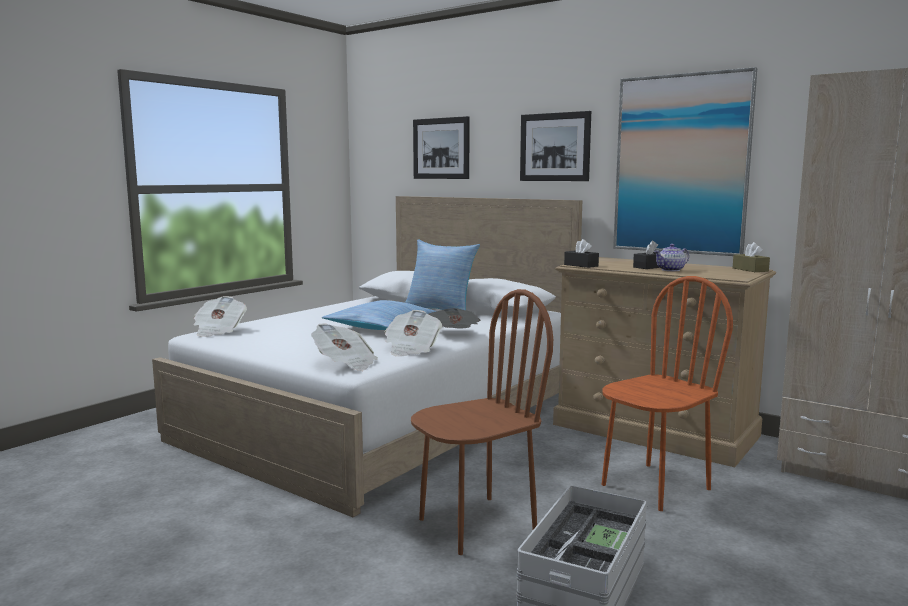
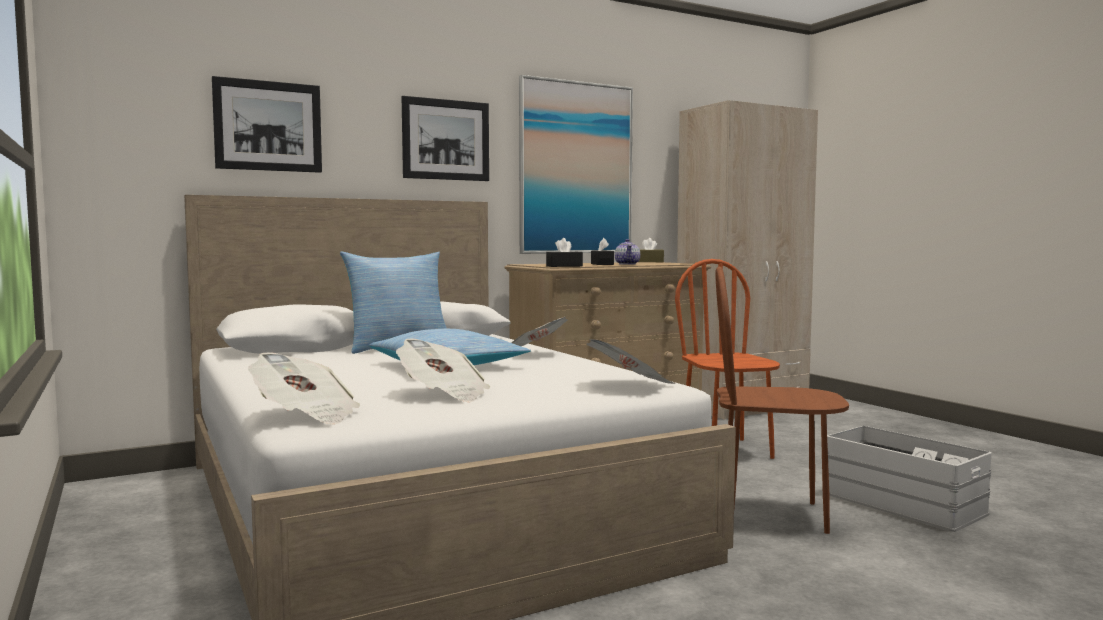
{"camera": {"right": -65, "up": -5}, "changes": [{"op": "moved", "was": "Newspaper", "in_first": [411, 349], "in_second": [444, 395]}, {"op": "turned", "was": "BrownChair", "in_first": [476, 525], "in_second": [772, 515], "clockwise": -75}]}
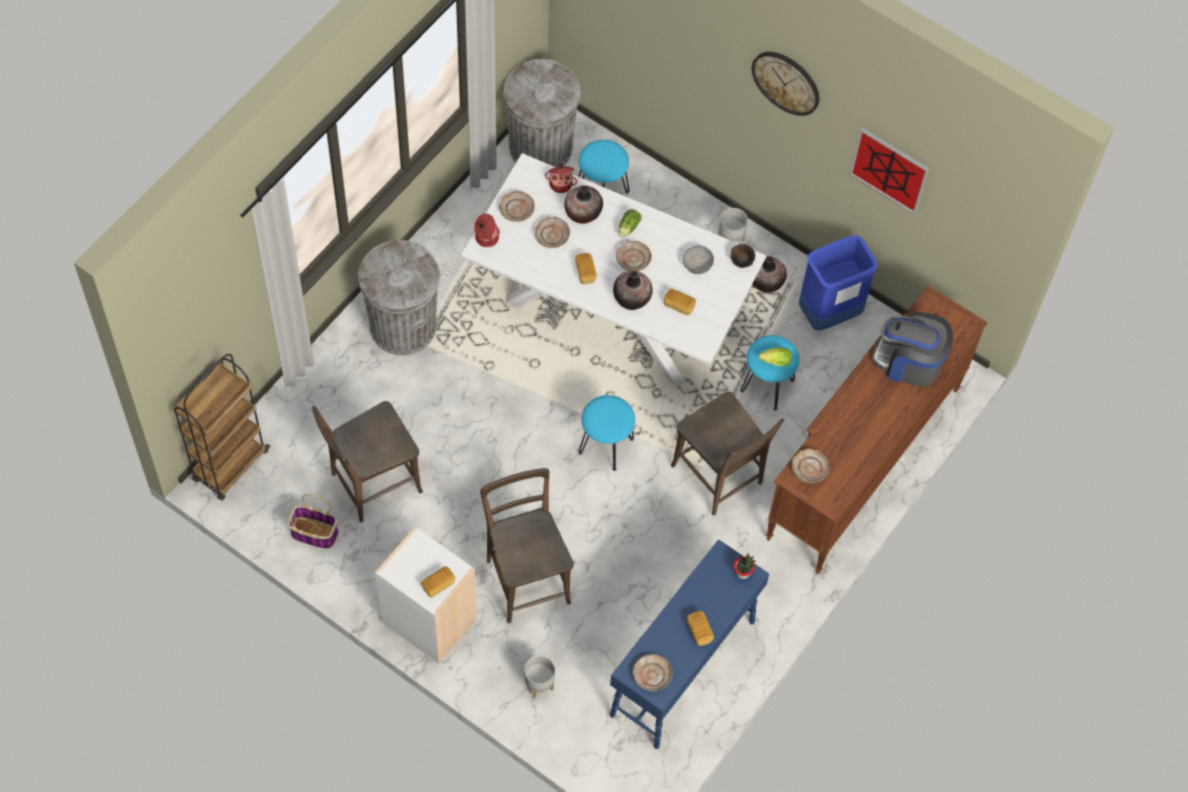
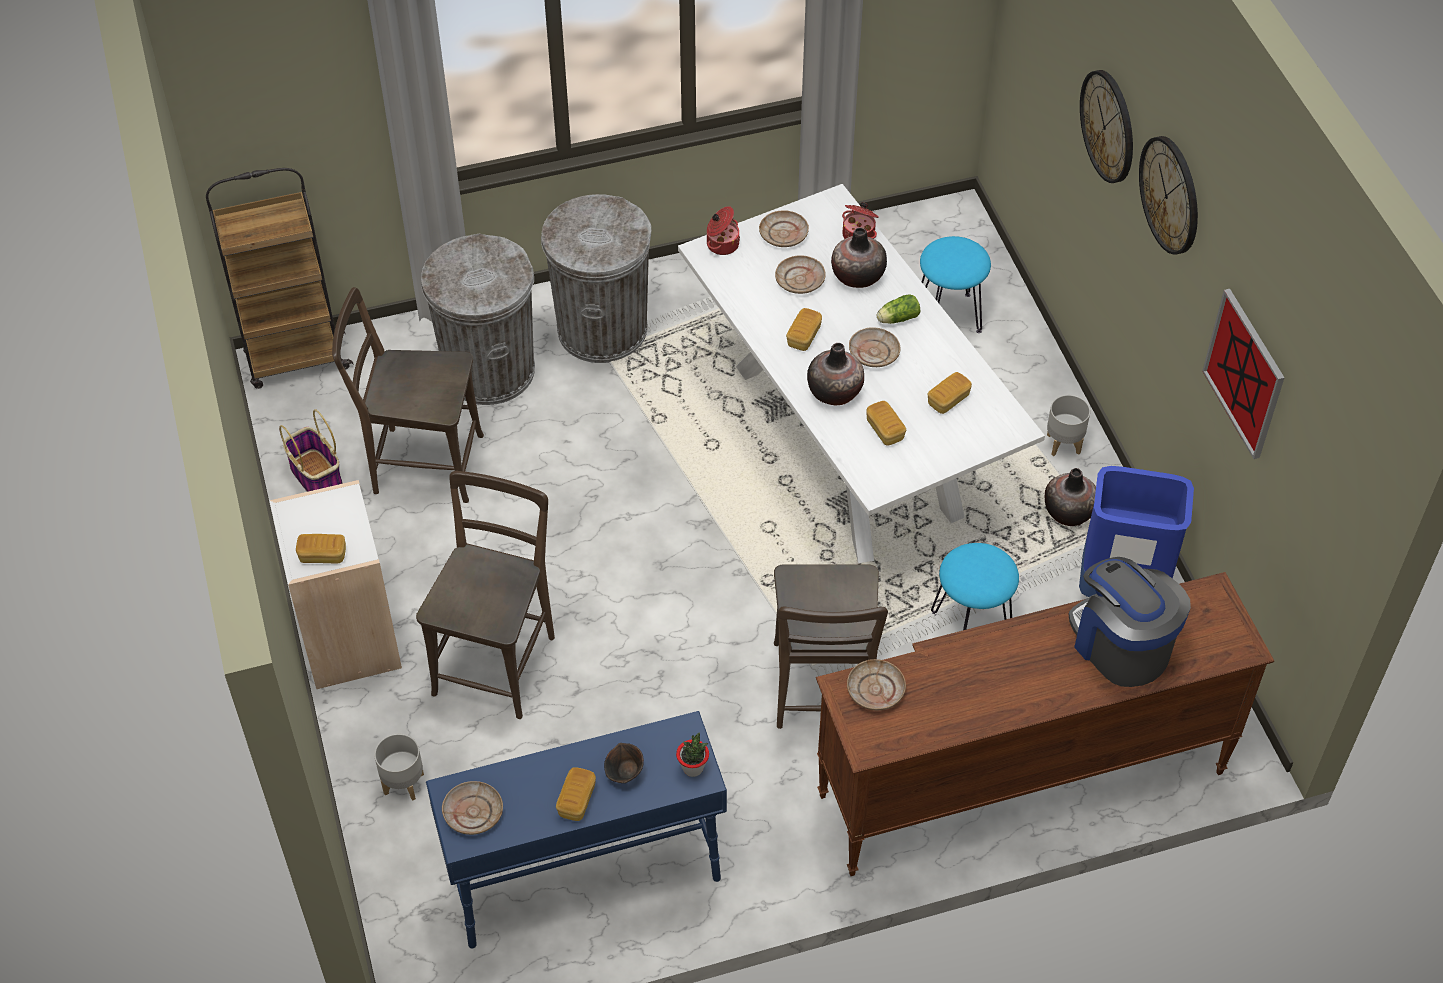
{"camera": {"right": 40, "up": -10}, "changes": [{"op": "removed", "was": "TurquoiseStool", "in_first": [605, 446]}, {"op": "removed", "was": "Lettuce", "in_first": [773, 361]}, {"op": "added", "now": "WallClock", "in_second": [1108, 126]}, {"op": "moved", "was": "GreyTrashCan", "in_first": [540, 147], "in_second": [488, 370]}, {"op": "moved", "was": "BrownBowl", "in_first": [742, 261], "in_second": [625, 773]}, {"op": "replaced", "was": "GreyBowl", "now": "Bread", "in_first": [698, 264], "in_second": [948, 400]}]}
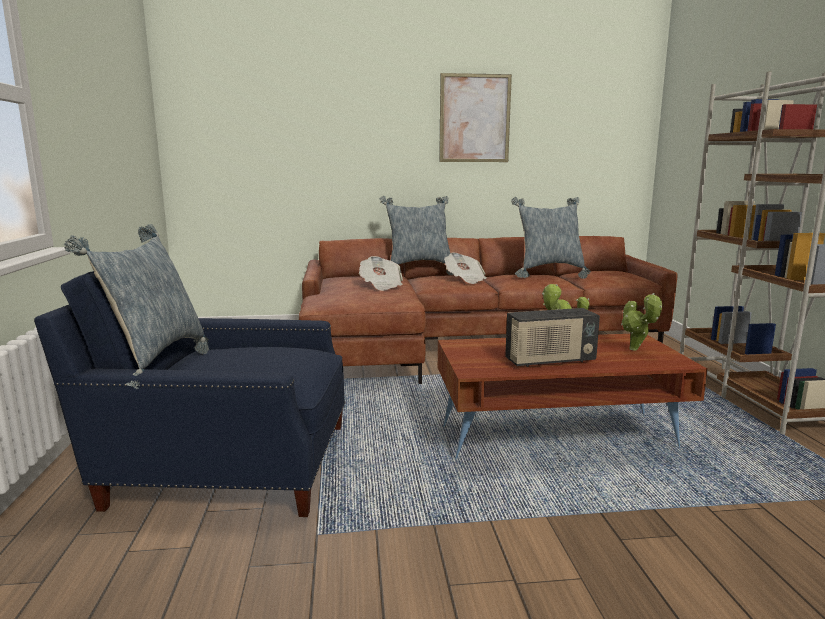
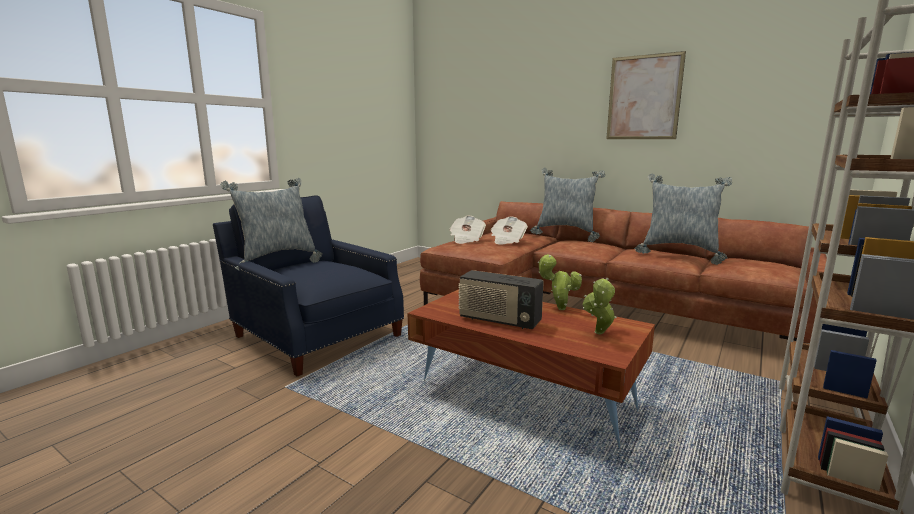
{"camera": {"right": 40, "up": 0}, "changes": [{"op": "moved", "was": "Newspaper", "in_first": [465, 280], "in_second": [466, 240]}]}
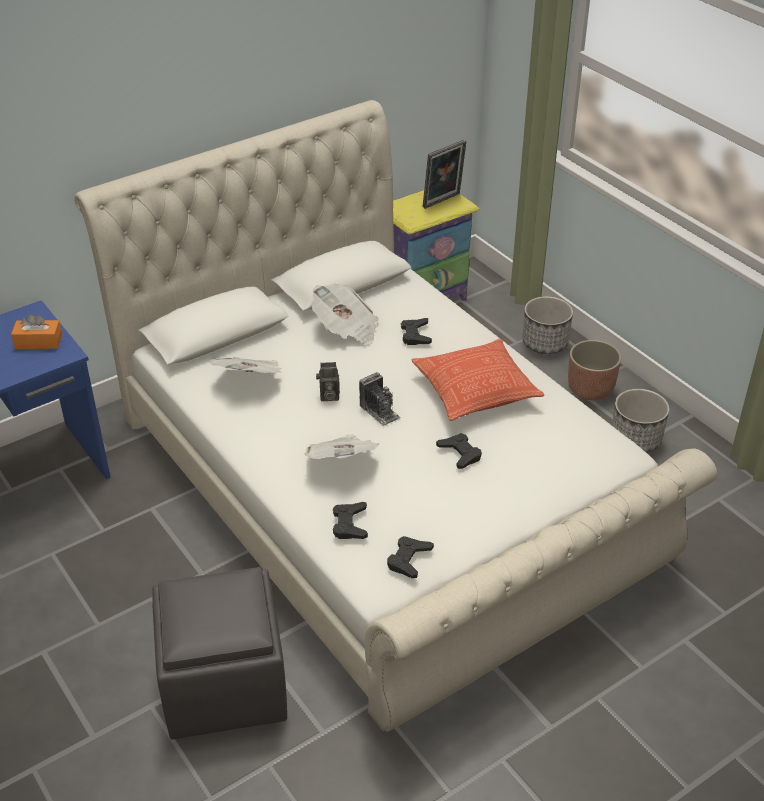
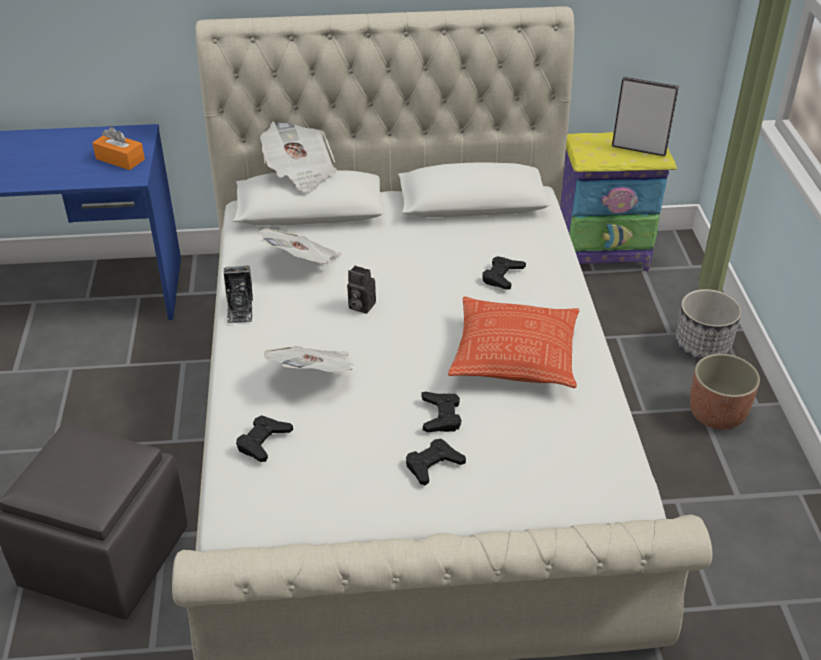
{"camera": {"right": 30, "up": 0}, "changes": [{"op": "removed", "was": "Planter", "in_first": [636, 439]}, {"op": "moved", "was": "Newspaper", "in_first": [346, 329], "in_second": [300, 172]}, {"op": "moved", "was": "PhotoCamera", "in_first": [379, 411], "in_second": [240, 308]}, {"op": "moved", "was": "BlackGameController", "in_first": [409, 560], "in_second": [433, 465]}, {"op": "turned", "was": "PictureFrame", "in_first": [443, 201], "in_second": [639, 149], "clockwise": -150}]}
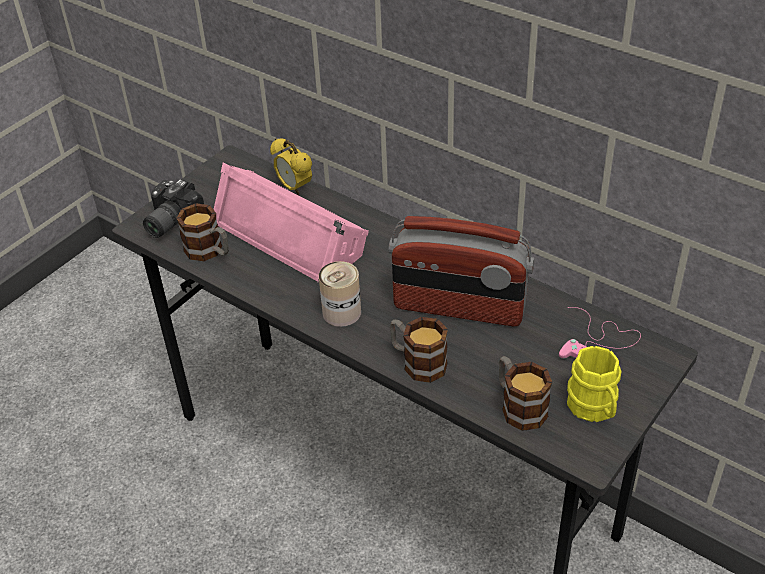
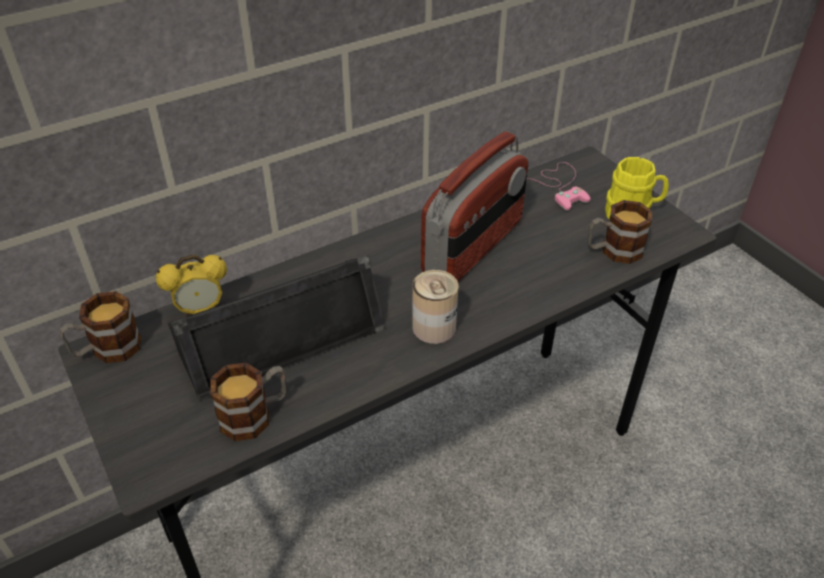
{"camera": {"right": -70, "up": 0}, "changes": [{"op": "removed", "was": "PhotoCamera", "in_first": [169, 221]}, {"op": "moved", "was": "Mug", "in_first": [417, 362], "in_second": [107, 350]}, {"op": "recoloured", "was": "PinkSpeaker", "now": "BlackSpeaker", "in_first": [290, 234], "in_second": [280, 334]}]}
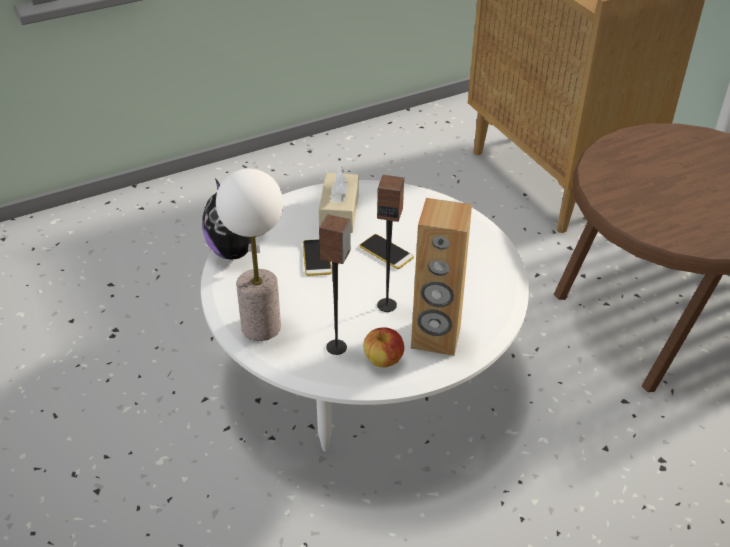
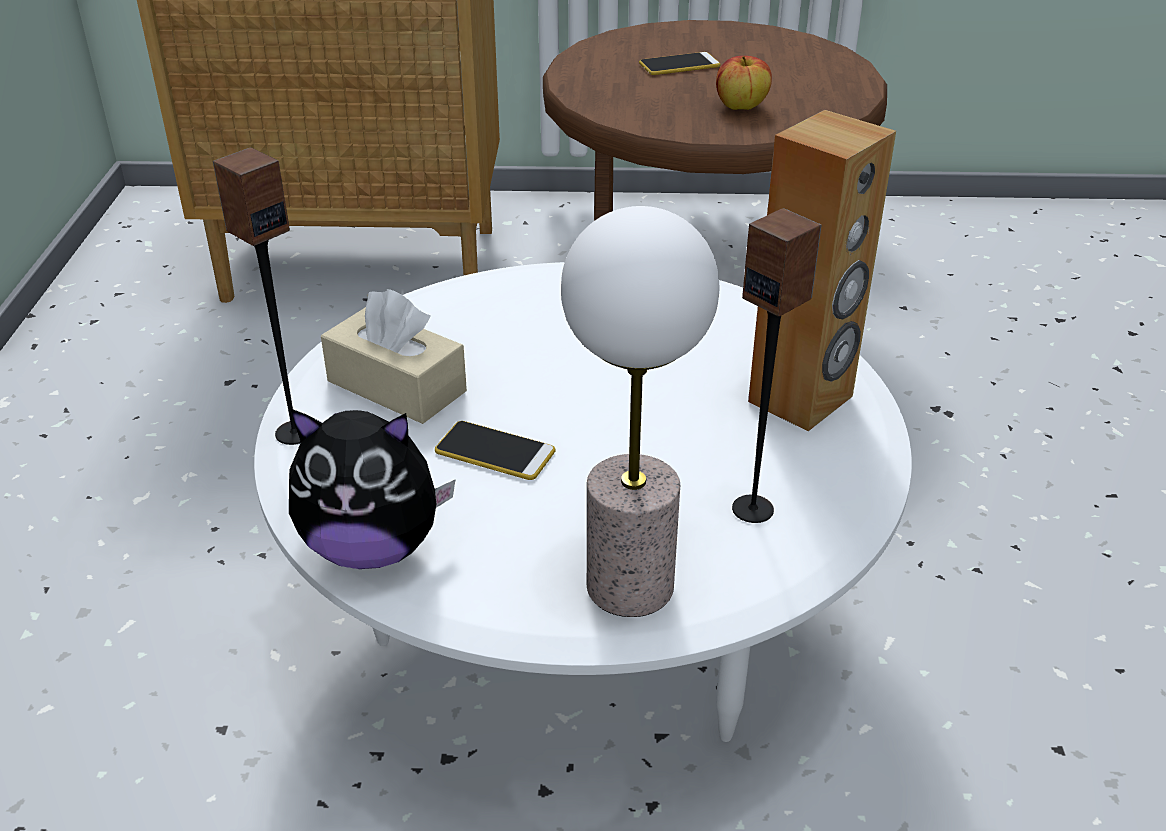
{"camera": {"right": -60, "up": -5}, "changes": [{"op": "moved", "was": "Phone", "in_first": [386, 252], "in_second": [679, 65]}, {"op": "moved", "was": "Apple", "in_first": [383, 361], "in_second": [741, 107]}, {"op": "moved", "was": "Speaker", "in_first": [387, 305], "in_second": [294, 432]}]}
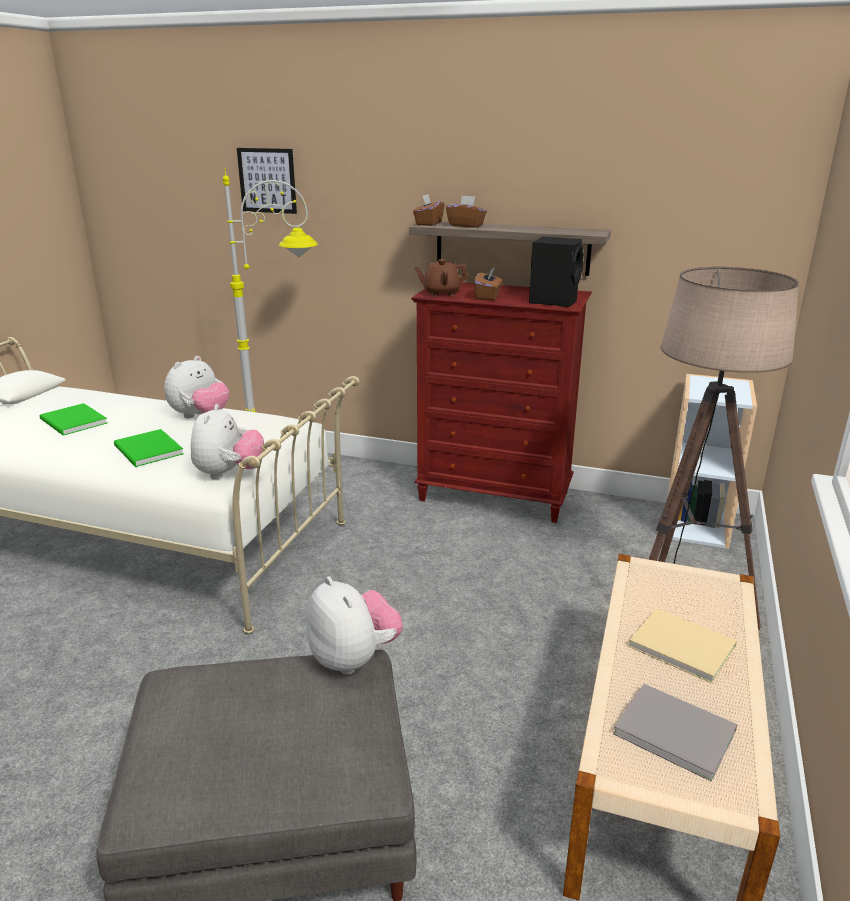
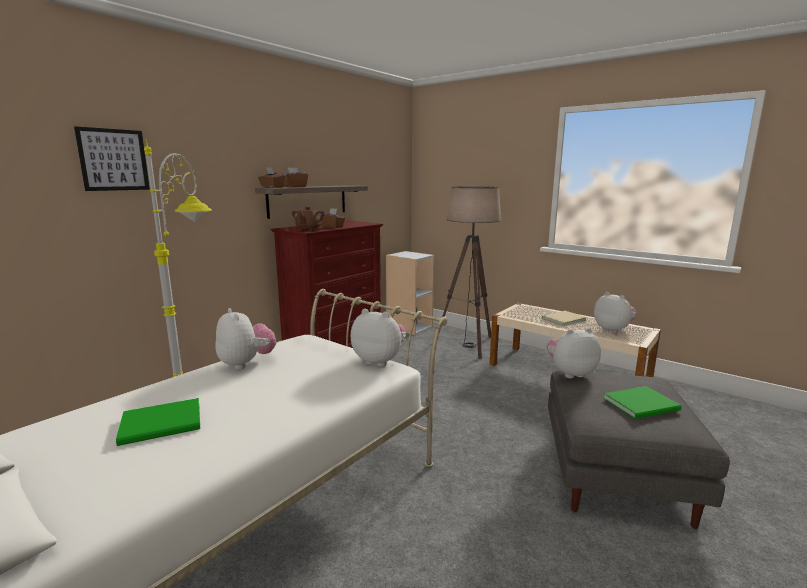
{"camera": {"right": -70, "up": -10}, "changes": [{"op": "removed", "was": "BlackSpeaker", "in_first": [554, 301]}, {"op": "moved", "was": "GreenBook", "in_first": [147, 451], "in_second": [643, 404]}, {"op": "replaced", "was": "GreyBook", "now": "PlushToy", "in_first": [672, 729], "in_second": [613, 330]}]}
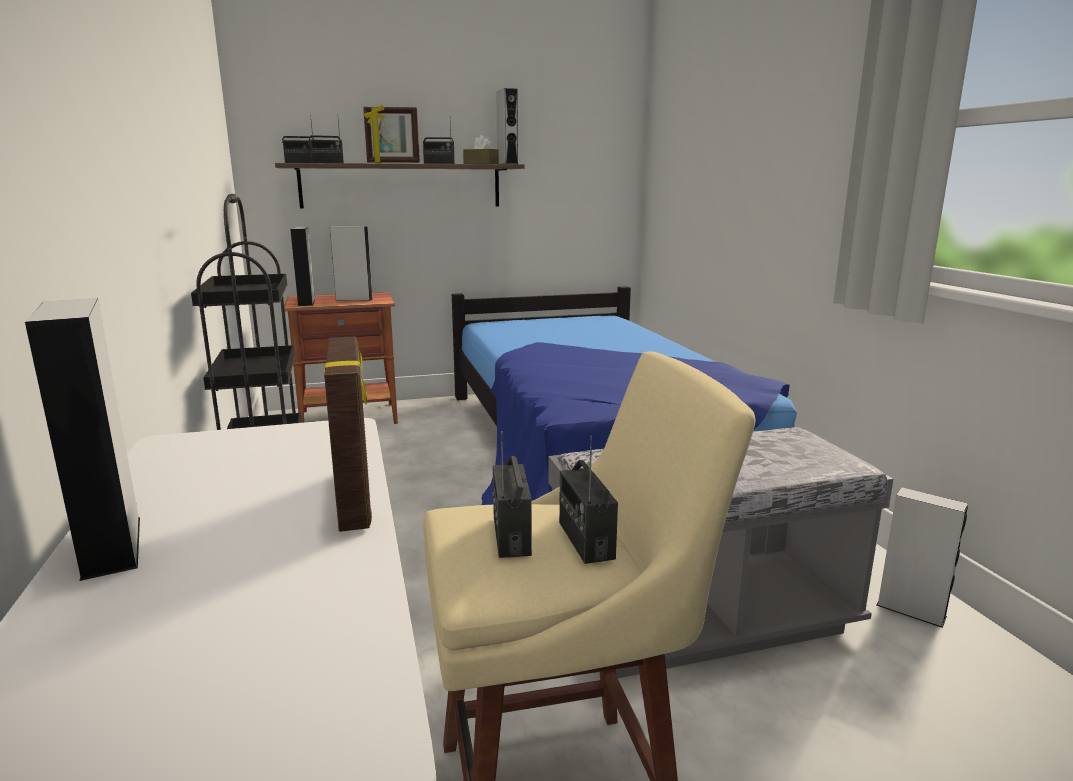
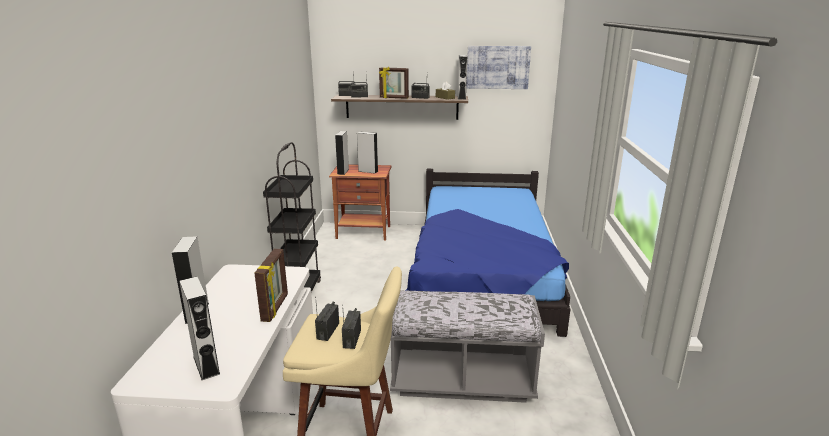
{"camera": {"right": 20, "up": 5}, "changes": [{"op": "added", "now": "Picture", "in_second": [498, 67]}, {"op": "moved", "was": "GreySpeaker", "in_first": [911, 610], "in_second": [206, 365]}]}
